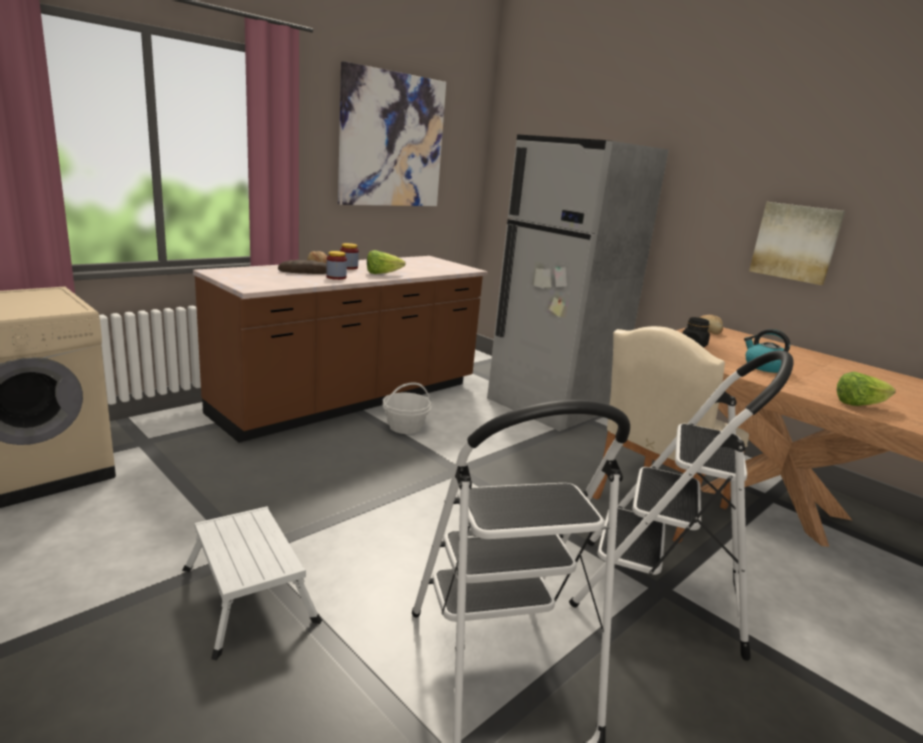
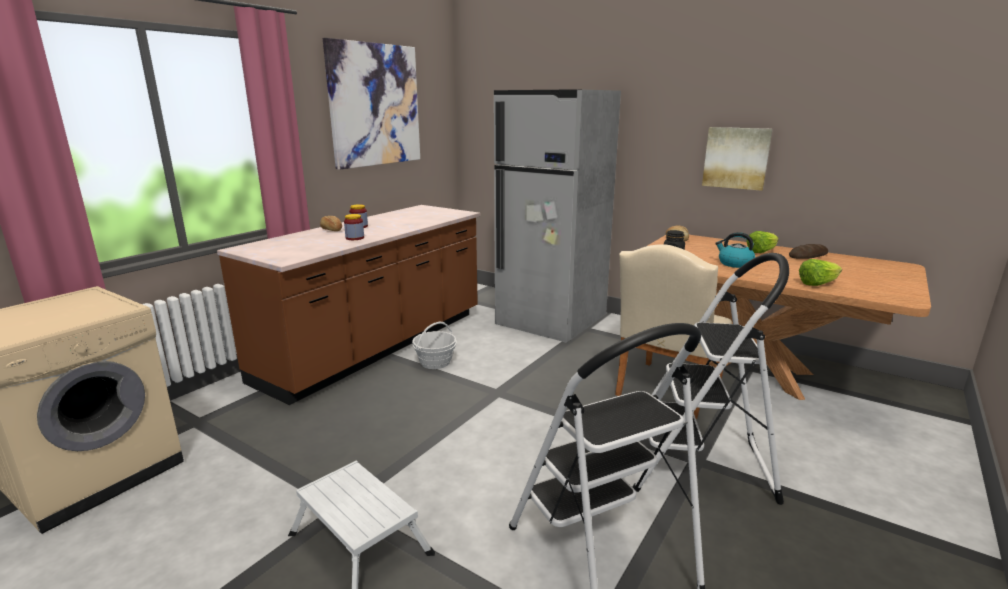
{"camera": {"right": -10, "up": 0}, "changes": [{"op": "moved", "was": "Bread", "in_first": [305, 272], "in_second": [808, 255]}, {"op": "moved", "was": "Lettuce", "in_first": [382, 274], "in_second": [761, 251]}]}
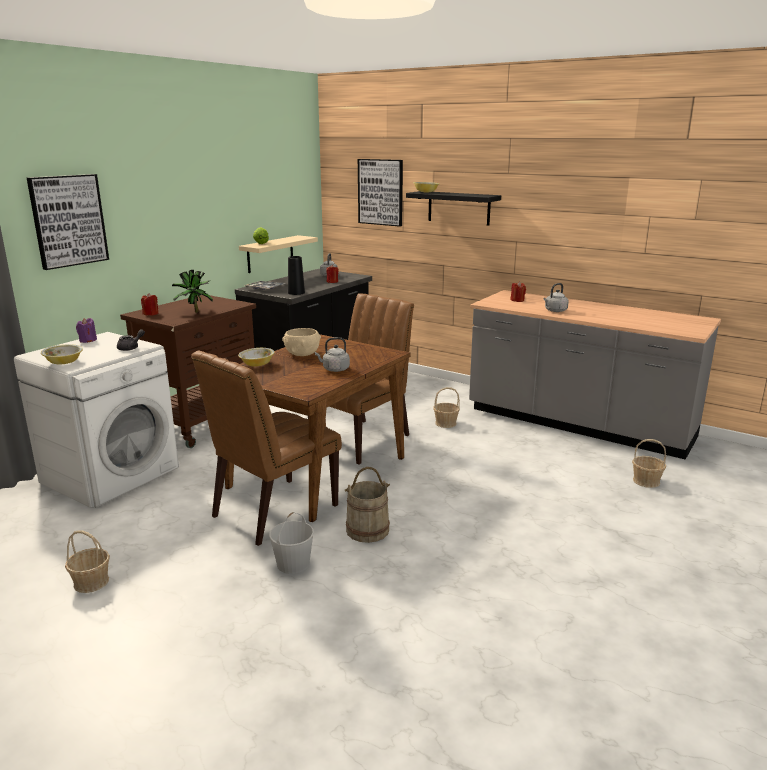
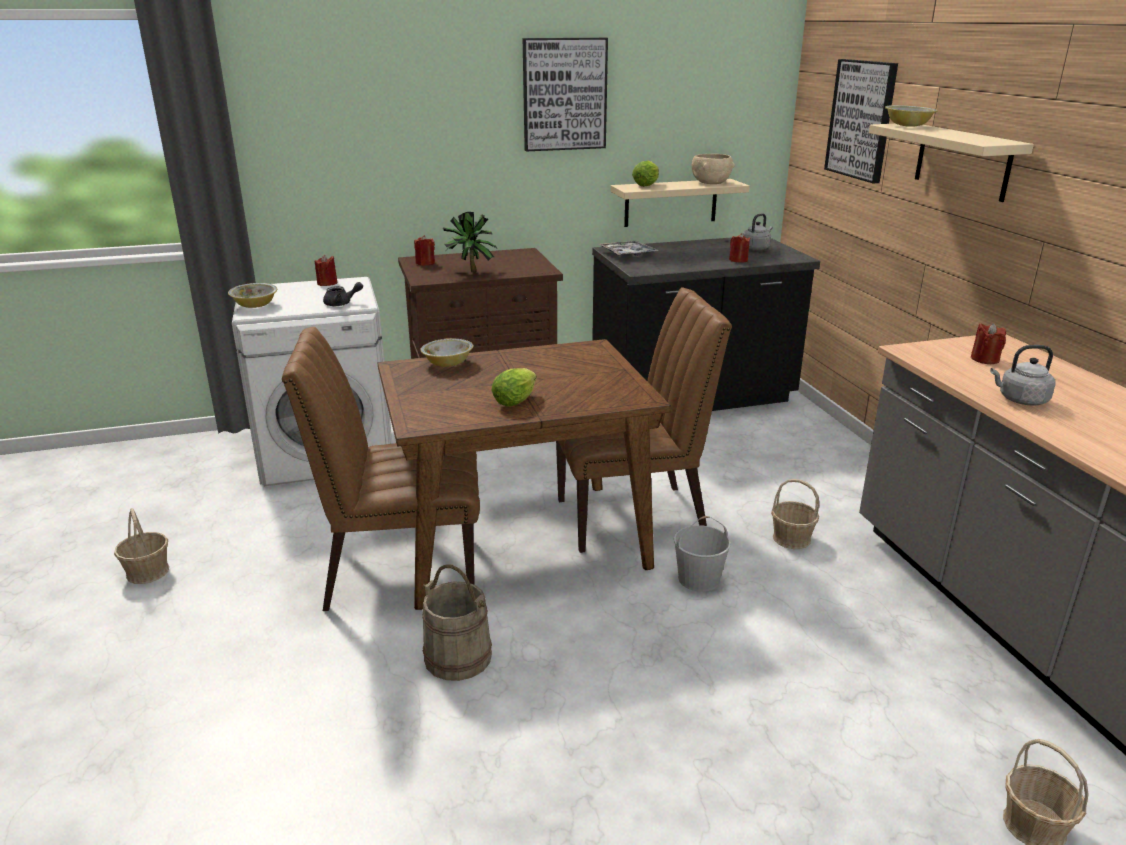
{"camera": {"right": 40, "up": 5}, "changes": [{"op": "removed", "was": "BlackVase", "in_first": [296, 293]}, {"op": "moved", "was": "Picture", "in_first": [68, 220], "in_second": [564, 94]}, {"op": "moved", "was": "WhiteBucket", "in_first": [293, 563], "in_second": [699, 578]}, {"op": "moved", "was": "BeigeBowl", "in_first": [302, 354], "in_second": [710, 183]}, {"op": "replaced", "was": "GreyKettle", "now": "Lettuce", "in_first": [334, 369], "in_second": [517, 400]}, {"op": "recoloured", "was": "PurpleCandle", "now": "RedCandle", "in_first": [88, 340], "in_second": [327, 283]}, {"op": "recoloured", "was": "BlackShelf", "now": "BeigeShelf", "in_first": [458, 208], "in_second": [962, 161]}]}
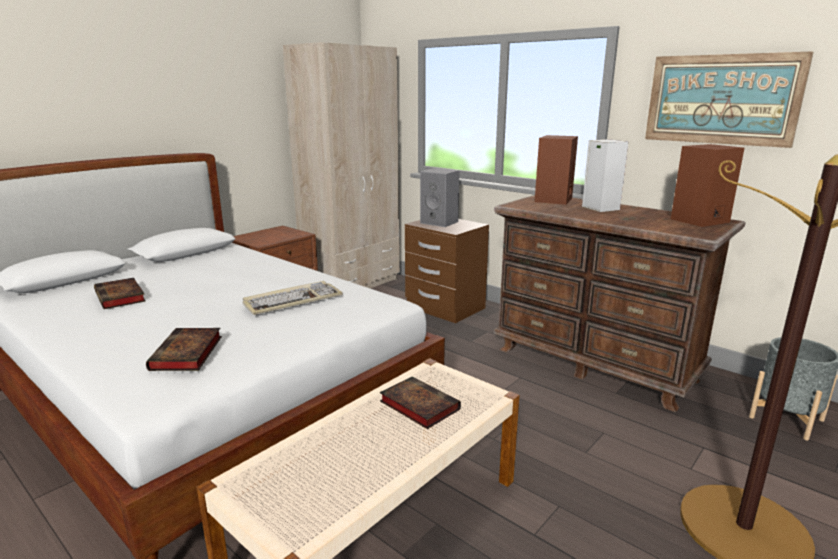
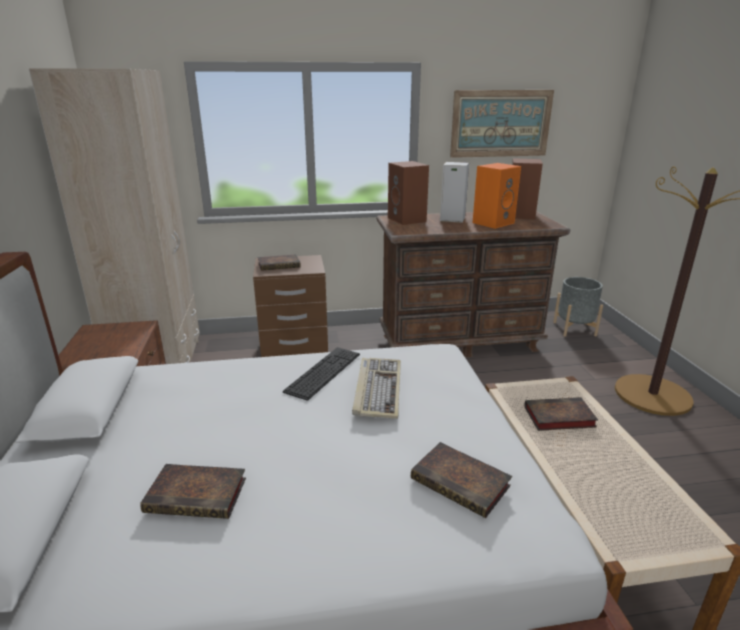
{"camera": {"right": -50, "up": 5}, "changes": [{"op": "added", "now": "Keyboard", "in_second": [323, 372]}, {"op": "added", "now": "OrangeSpeaker", "in_second": [493, 222]}, {"op": "replaced", "was": "GreySpeaker", "now": "Book", "in_first": [440, 222], "in_second": [280, 265]}]}
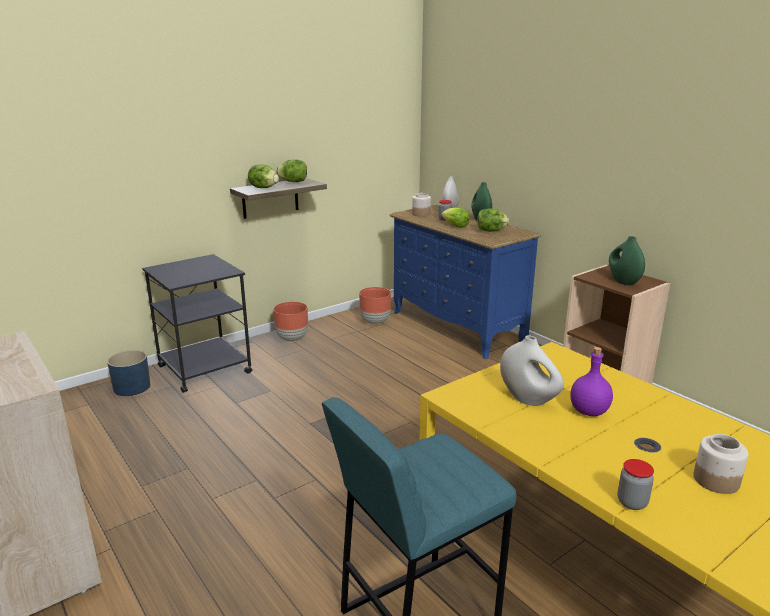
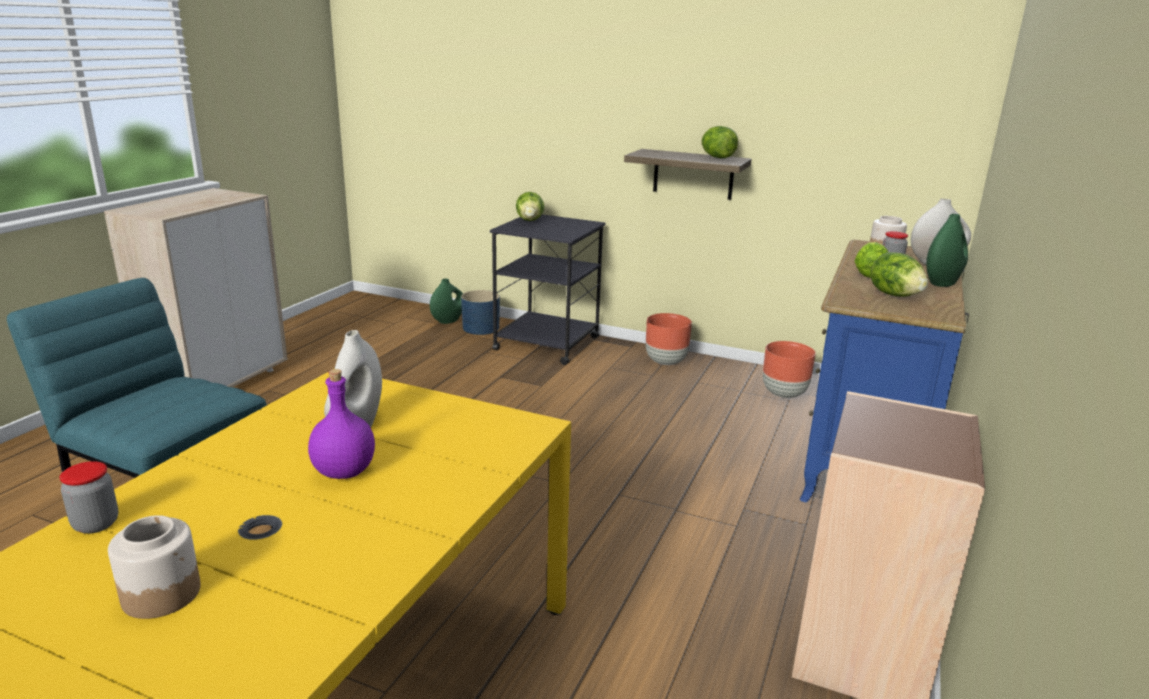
{"camera": {"right": 60, "up": 0}, "changes": [{"op": "moved", "was": "Lettuce", "in_first": [263, 188], "in_second": [530, 220]}, {"op": "moved", "was": "GreenVase", "in_first": [623, 282], "in_second": [448, 321]}]}
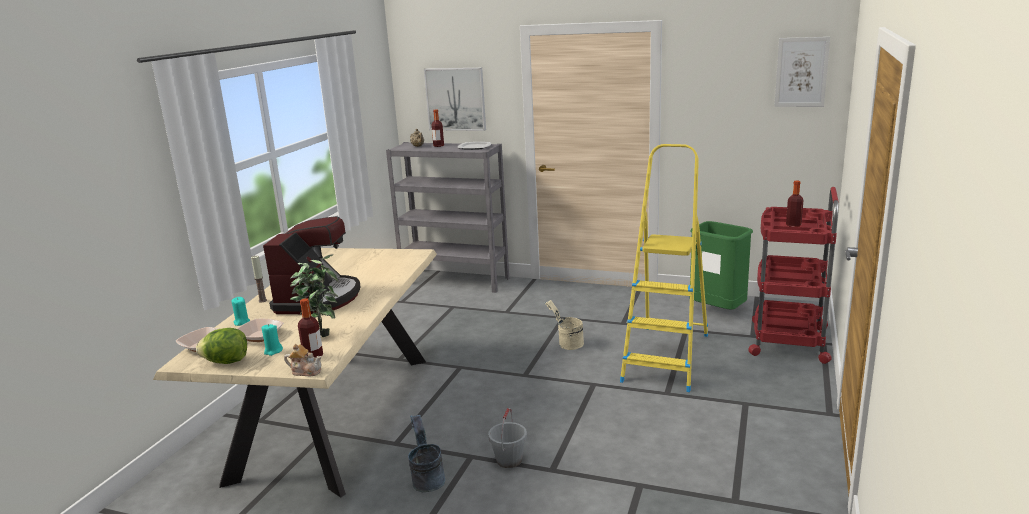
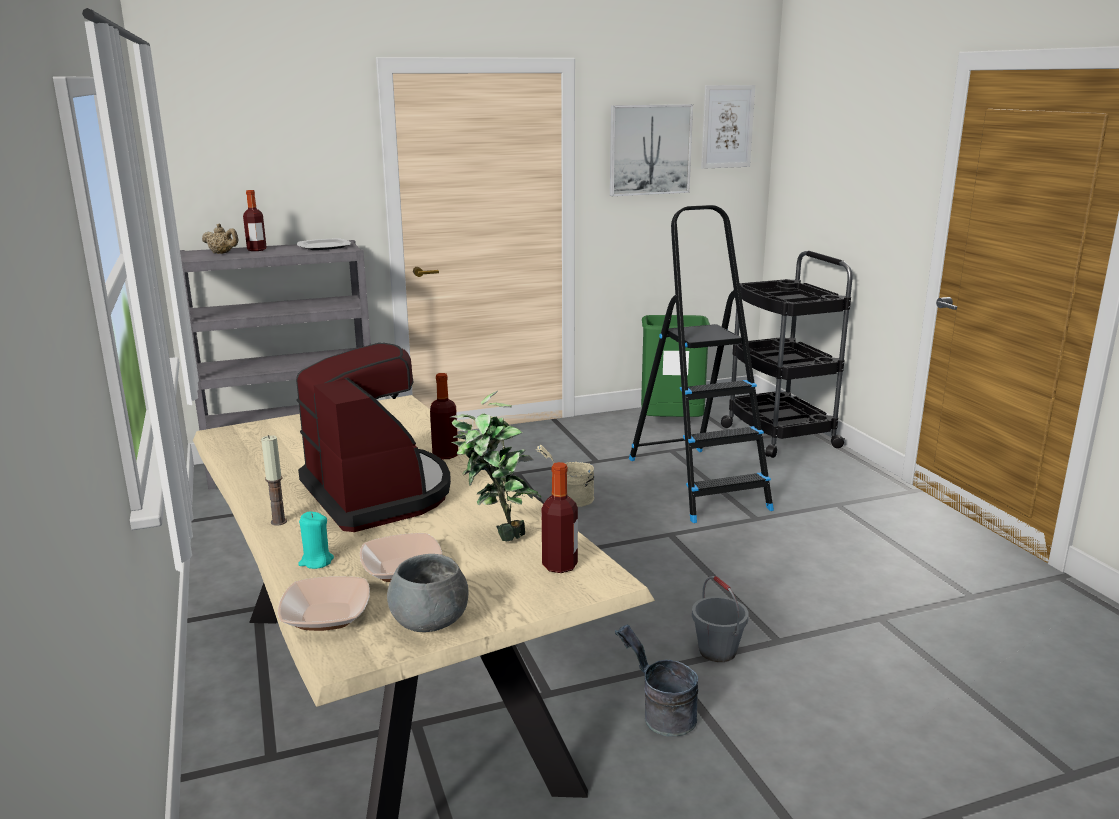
{"camera": {"right": -40, "up": 0}, "changes": [{"op": "removed", "was": "TurquoiseCandle", "in_first": [273, 351]}, {"op": "removed", "was": "Teapot", "in_first": [306, 371]}, {"op": "moved", "was": "Picture", "in_first": [455, 99], "in_second": [649, 150]}, {"op": "moved", "was": "Bottle", "in_first": [793, 225], "in_second": [445, 455]}, {"op": "replaced", "was": "Lettuce", "now": "GreyBowl", "in_first": [226, 362], "in_second": [430, 622]}, {"op": "recoloured", "was": "YellowStepLadder", "now": "BlackStepLadder", "in_first": [666, 357], "in_second": [697, 483]}, {"op": "recoloured", "was": "RedCart", "now": "BlackCart", "in_first": [788, 341], "in_second": [778, 436]}]}
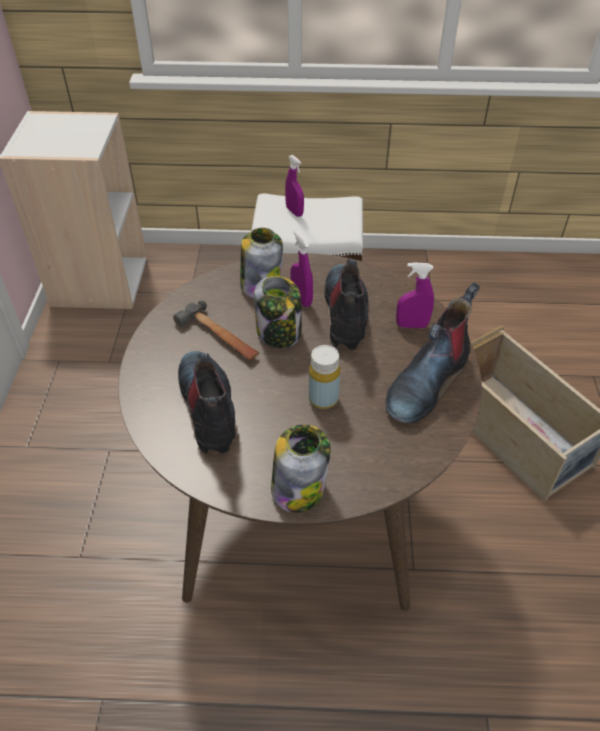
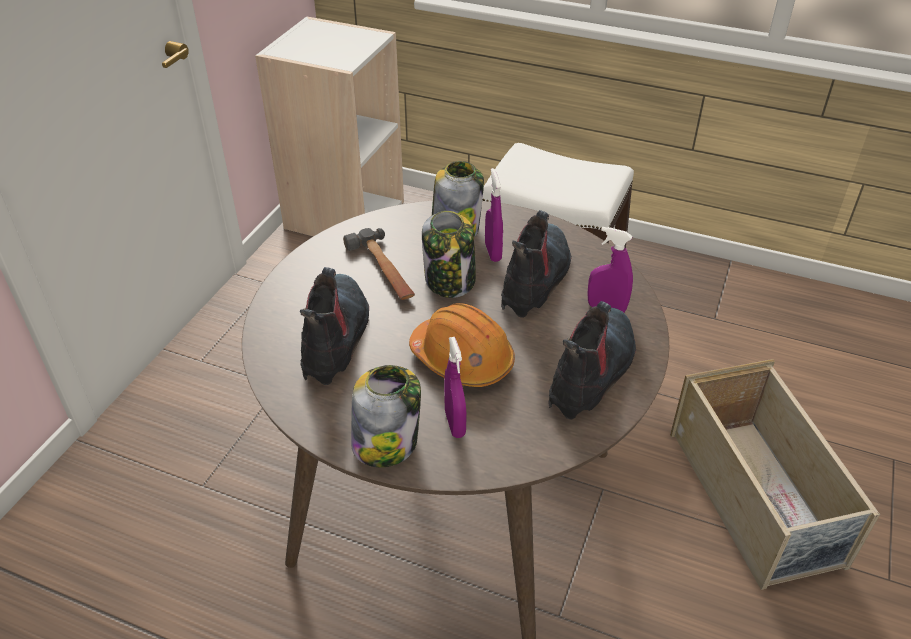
{"camera": {"right": 20, "up": -5}, "changes": [{"op": "moved", "was": "PurpleSprayBottle", "in_first": [294, 211], "in_second": [455, 424]}, {"op": "replaced", "was": "YellowBottle", "now": "OrangeHardHat", "in_first": [323, 399], "in_second": [462, 359]}, {"op": "turned", "was": "Boot", "in_first": [427, 382], "in_second": [592, 372], "clockwise": 150}]}
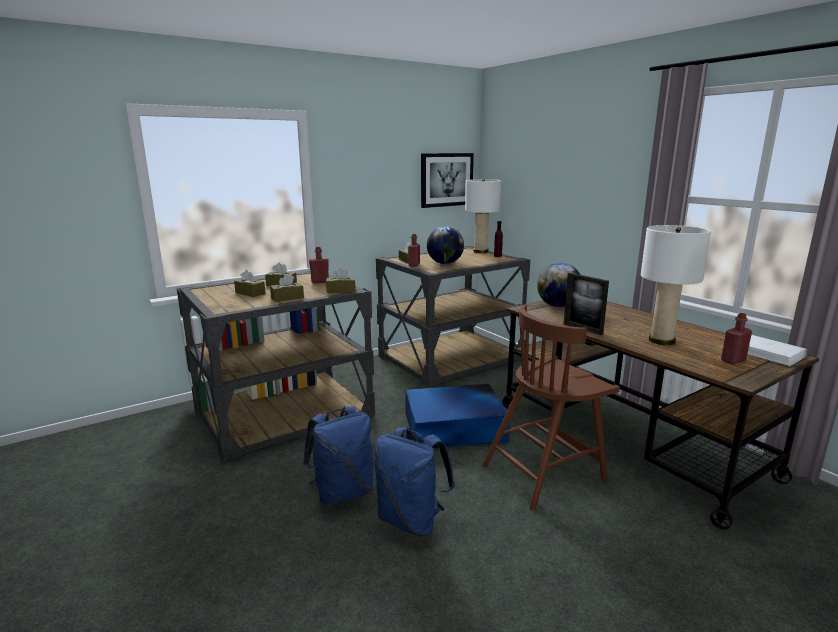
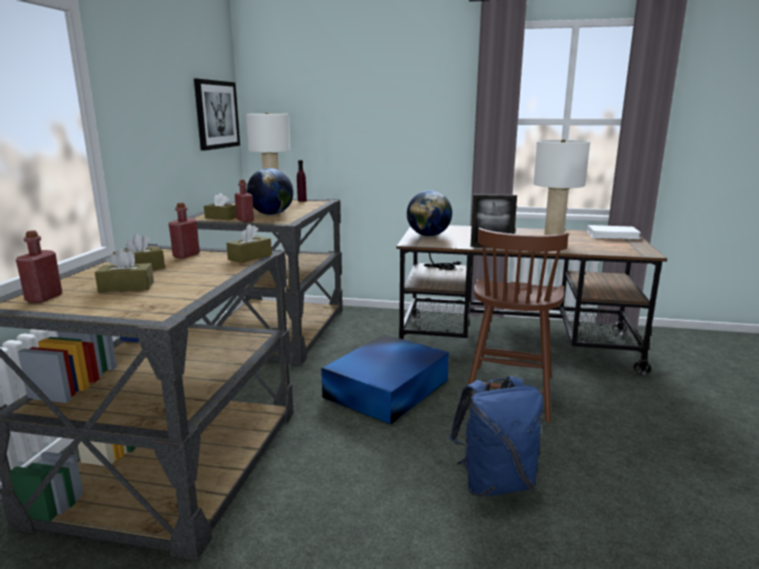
{"camera": {"right": -45, "up": 0}, "changes": [{"op": "removed", "was": "BrownTissueBox", "in_first": [287, 298]}, {"op": "removed", "was": "BlueBackpack", "in_first": [342, 493]}, {"op": "moved", "was": "RedBottle", "in_first": [733, 360], "in_second": [44, 298]}]}
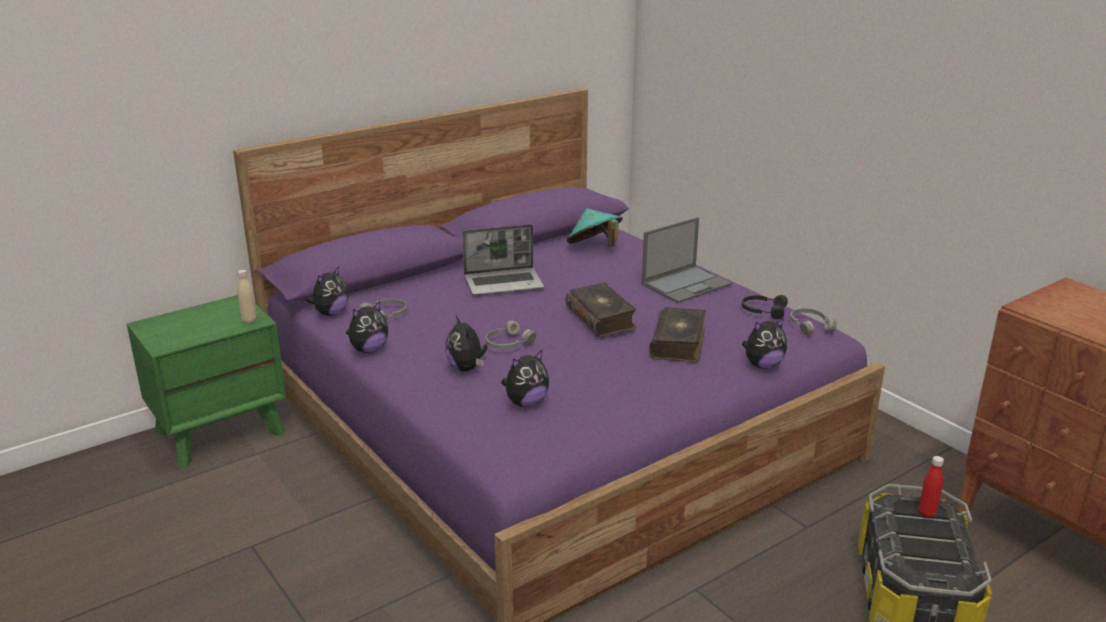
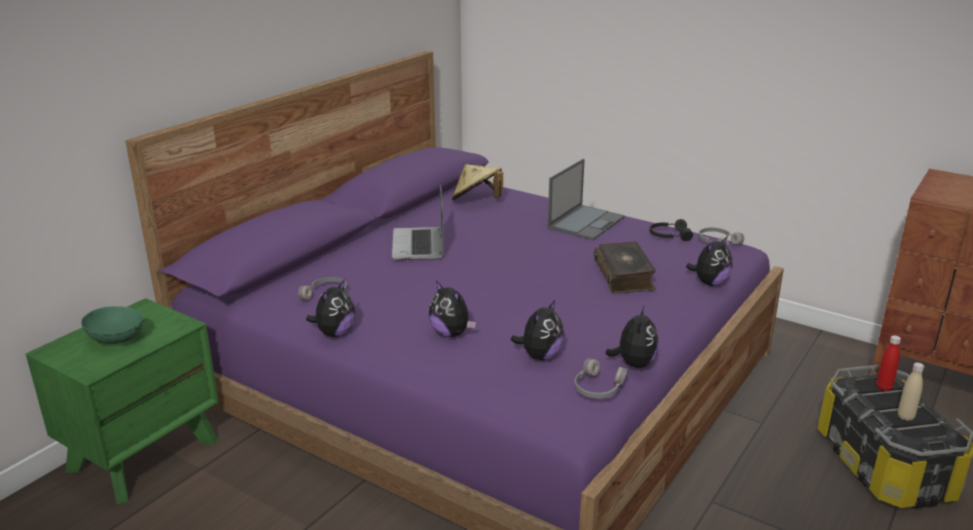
{"camera": {"right": -20, "up": 0}, "changes": [{"op": "removed", "was": "Book", "in_first": [601, 318]}, {"op": "added", "now": "GreenBowl", "in_second": [117, 339]}, {"op": "moved", "was": "BeigeBottle", "in_first": [249, 321], "in_second": [905, 417]}, {"op": "moved", "was": "PlushToy", "in_first": [330, 313], "in_second": [634, 364]}, {"op": "moved", "was": "GreyHeadphones", "in_first": [507, 343], "in_second": [597, 388]}, {"op": "recoloured", "was": "TurquoiseHat", "now": "BeigeHat", "in_first": [594, 247], "in_second": [477, 201]}, {"op": "turned", "was": "Laptop", "in_first": [504, 283], "in_second": [419, 246], "clockwise": 120}]}
